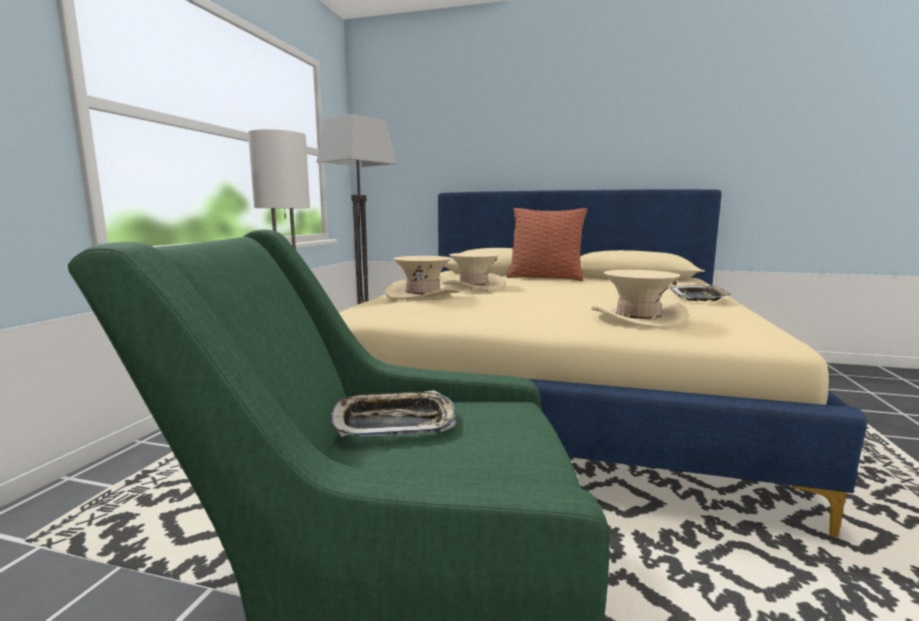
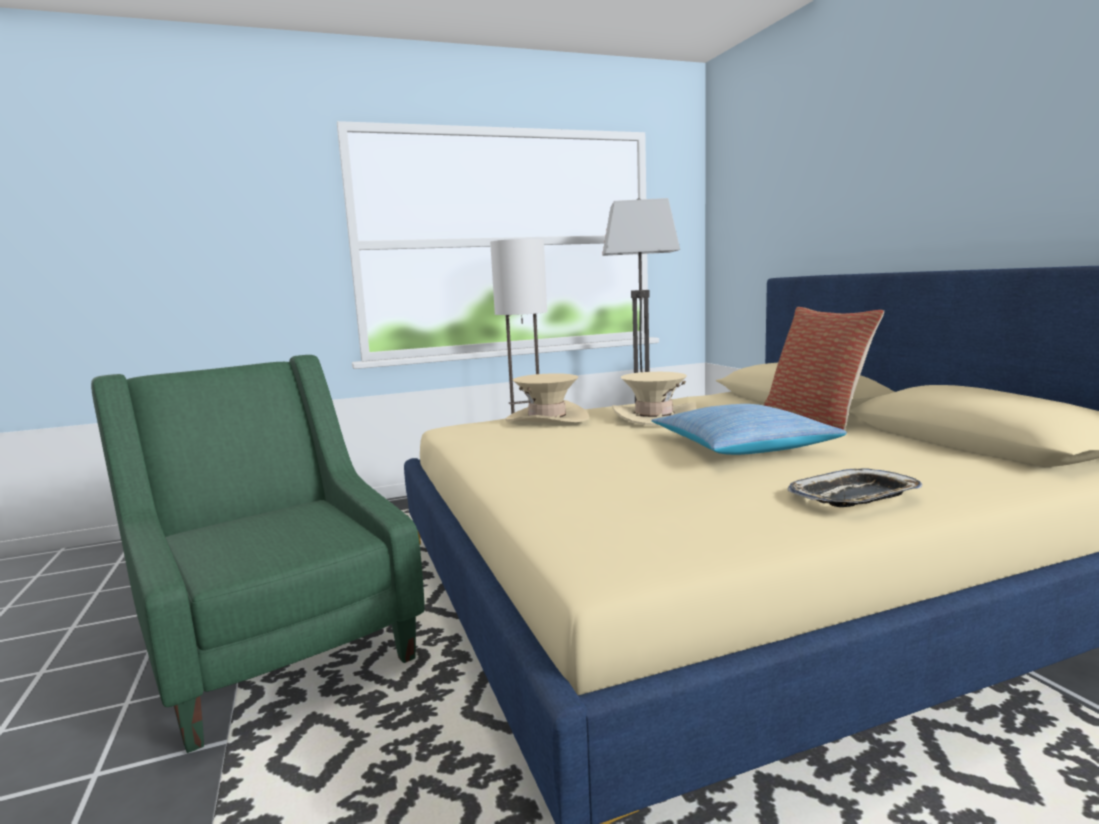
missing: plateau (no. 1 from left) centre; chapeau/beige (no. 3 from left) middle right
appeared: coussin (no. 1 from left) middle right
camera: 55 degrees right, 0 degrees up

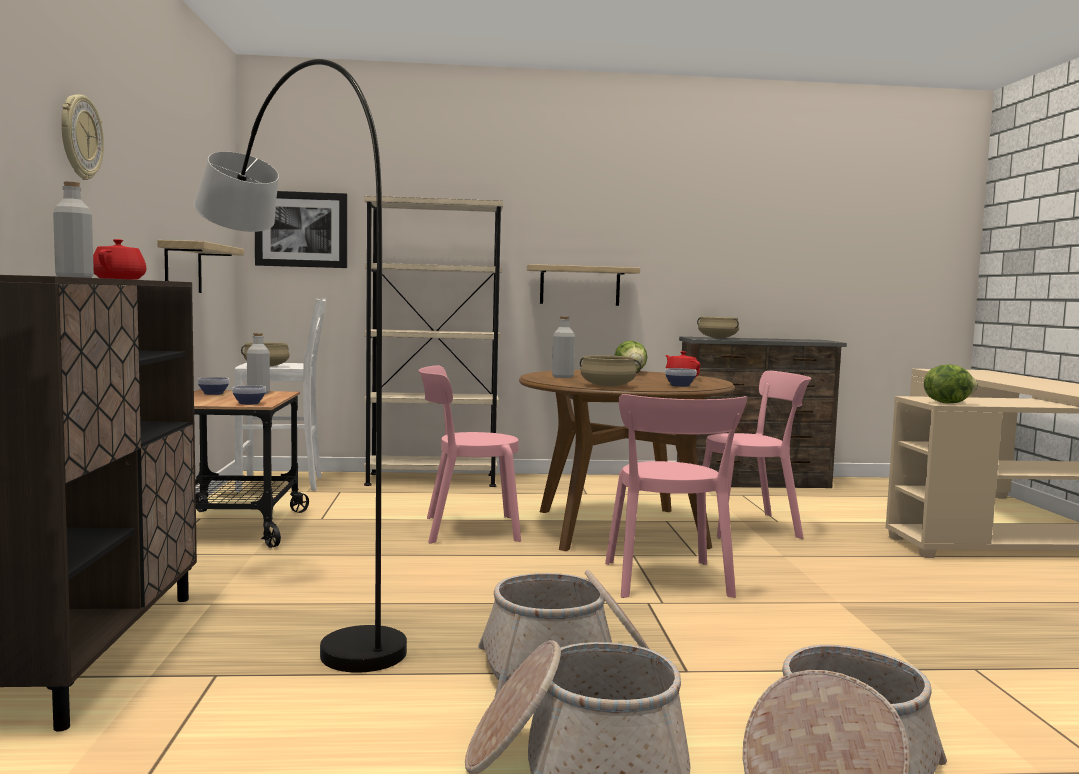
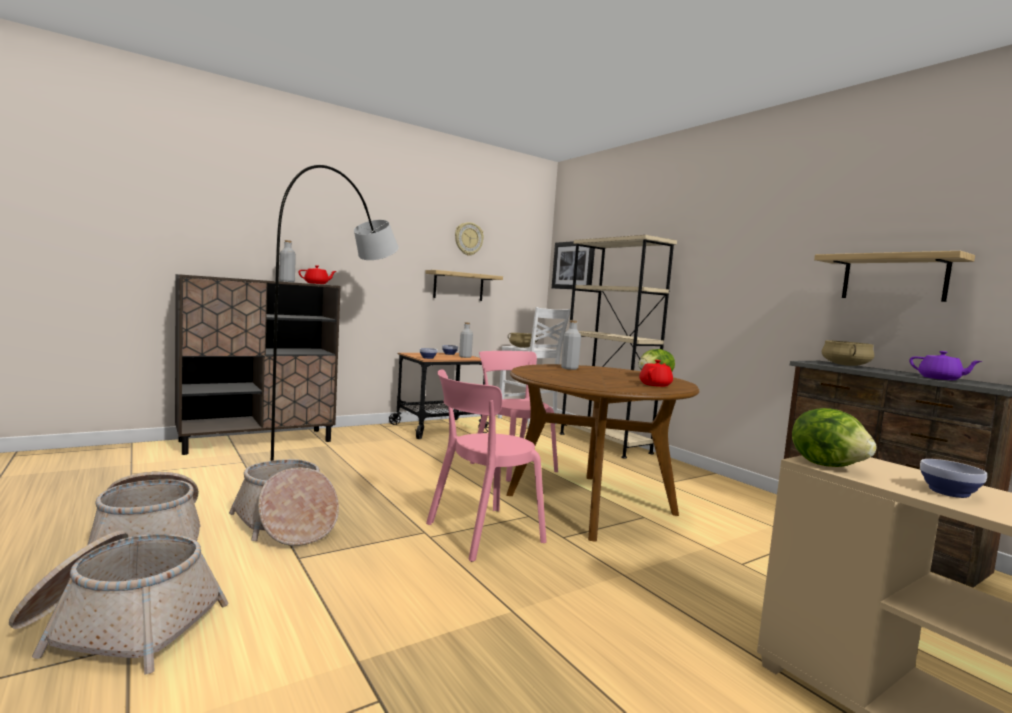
missing: marmite/beige (no. 2 from left) centre; chaise/rose (no. 3 from left) middle right
appeared: théière/violet middle right
relocated: horloge murale top left to centre; étagère (no. 2 from left) centre to middle right; bol (no. 3 from left) centre to bottom right
camera: 60 degrees right, 0 degrees up

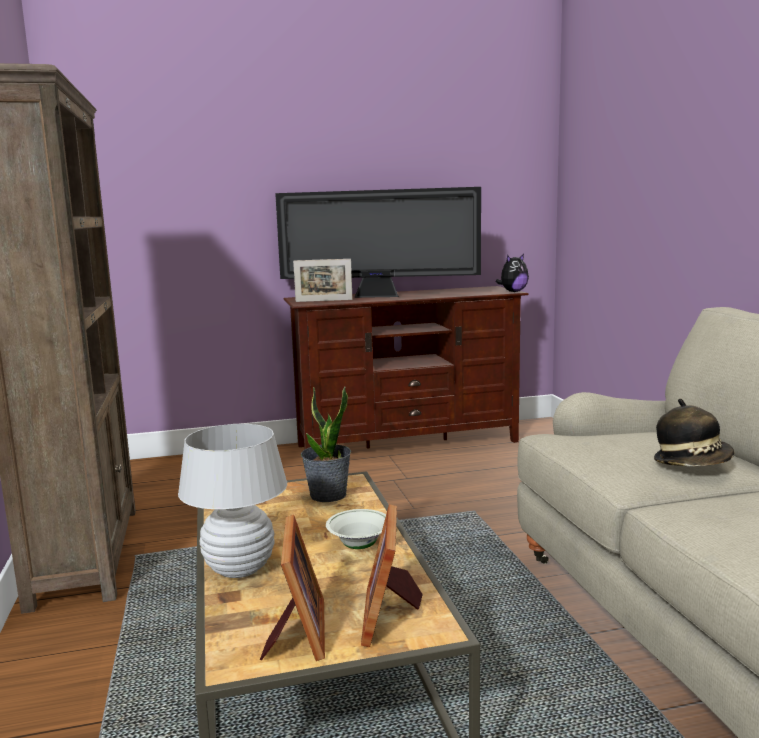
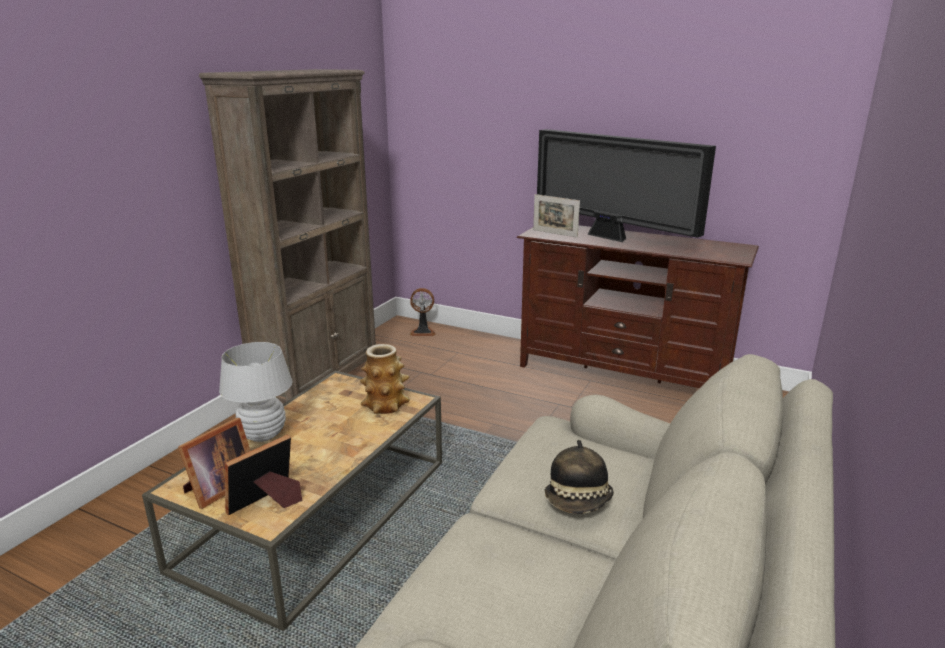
missing: bol/blanc bottom centre; peluche middle right
appeared: ventilateur centre
exchanged: plante en pot centre to vase centre
camera: 40 degrees right, 10 degrees up

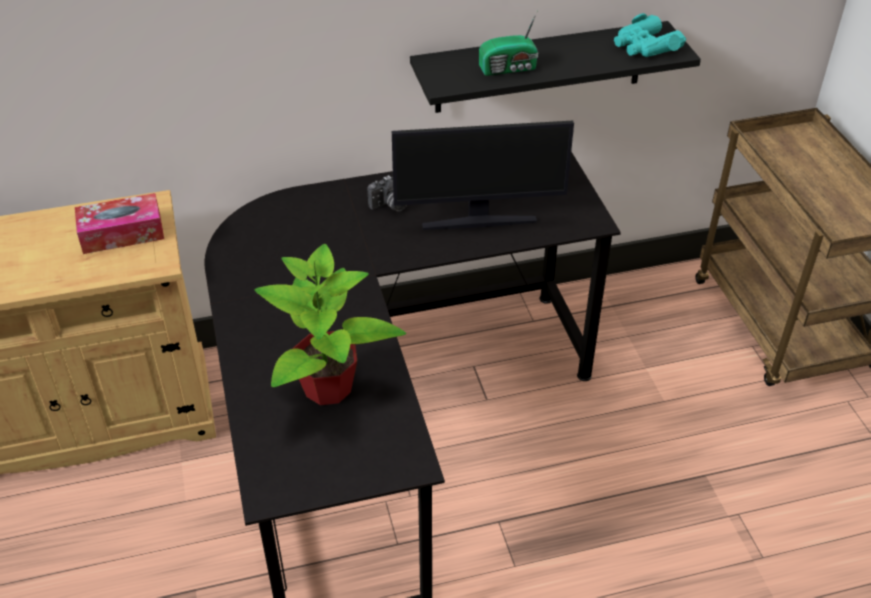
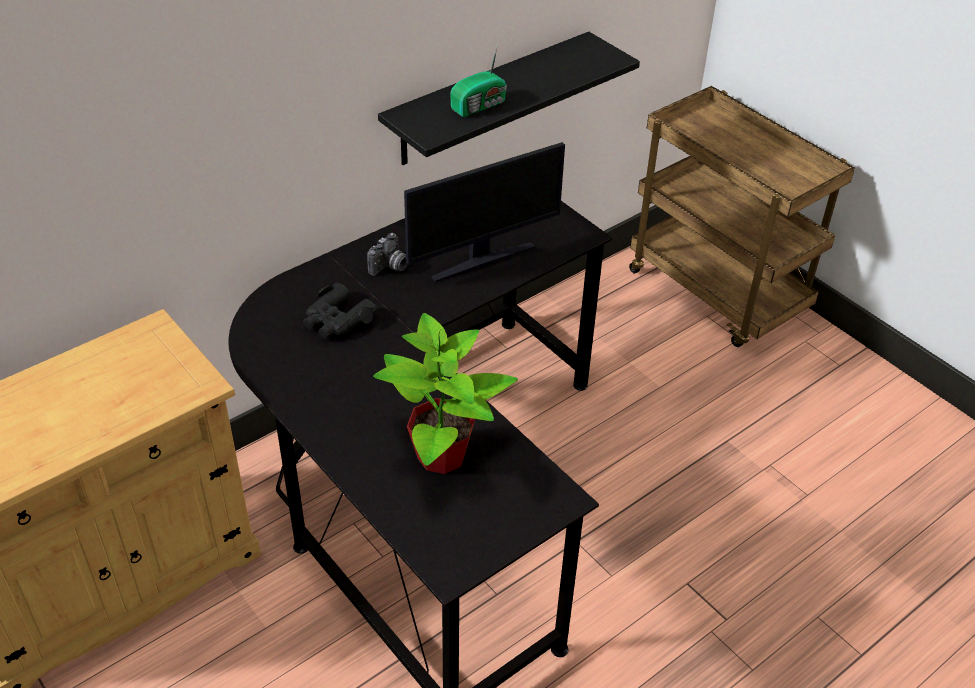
missing: boîte à mouchoirs middle left; jumelles/turquoise top right
appeared: jumelles/noir centre
camera: 25 degrees left, 0 degrees up

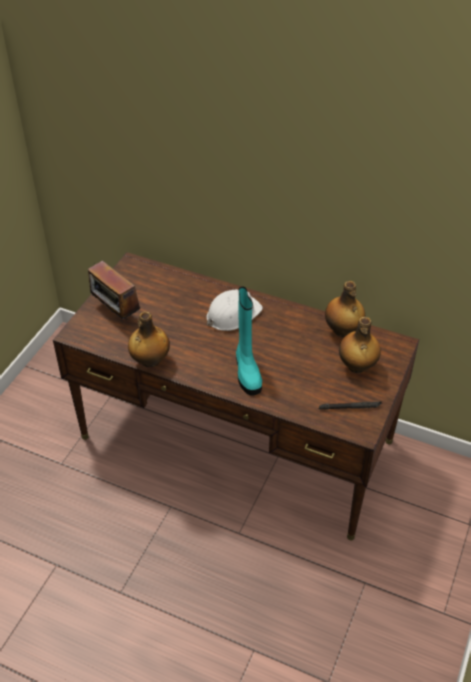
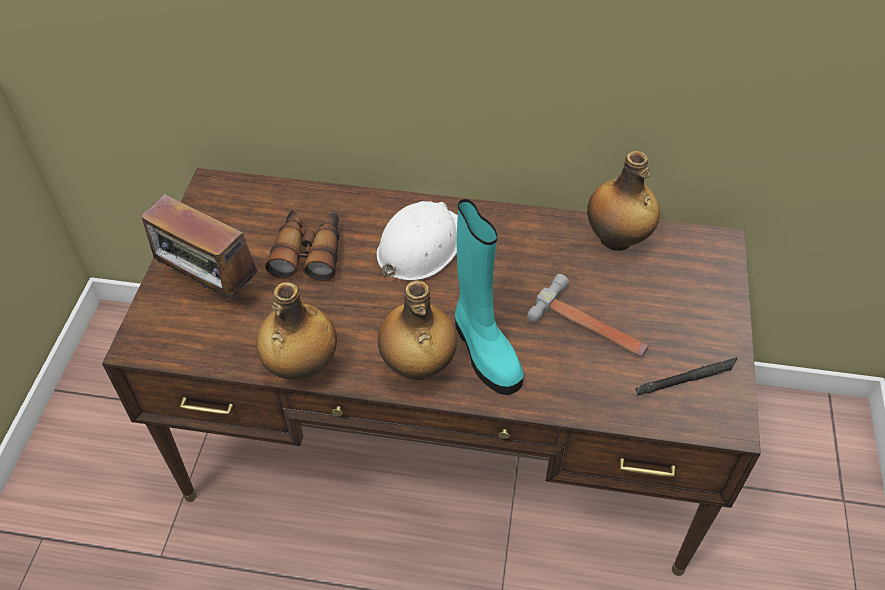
appeared: jumelles centre; marteau centre
relocated: bouteille (no. 3 from left in the first image) middle right to bouteille (no. 2 from left) centre
camera: 15 degrees left, 5 degrees up

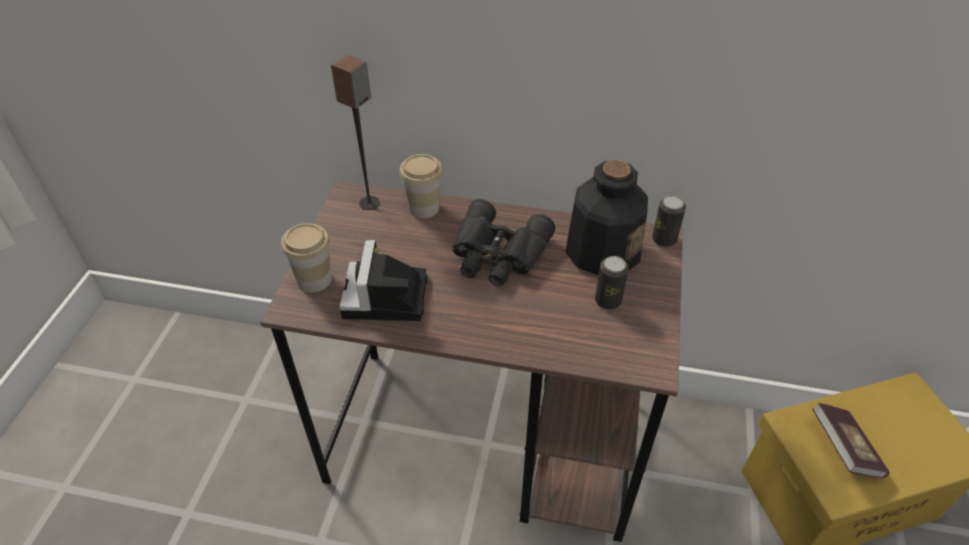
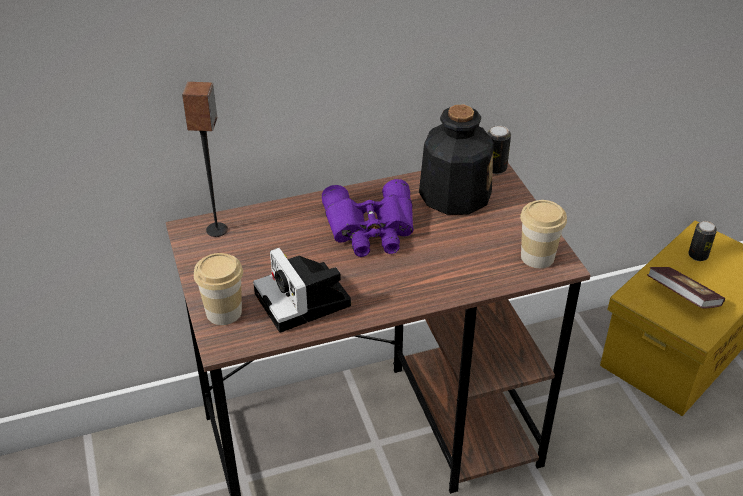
relocated: tasse (no. 2 from left) centre to middle right; boîte métallique (no. 1 from left in the first image) centre to boîte métallique (no. 2 from left) middle right
colour: jumelles/noir centre to jumelles/violet centre
camera: 30 degrees left, 5 degrees down

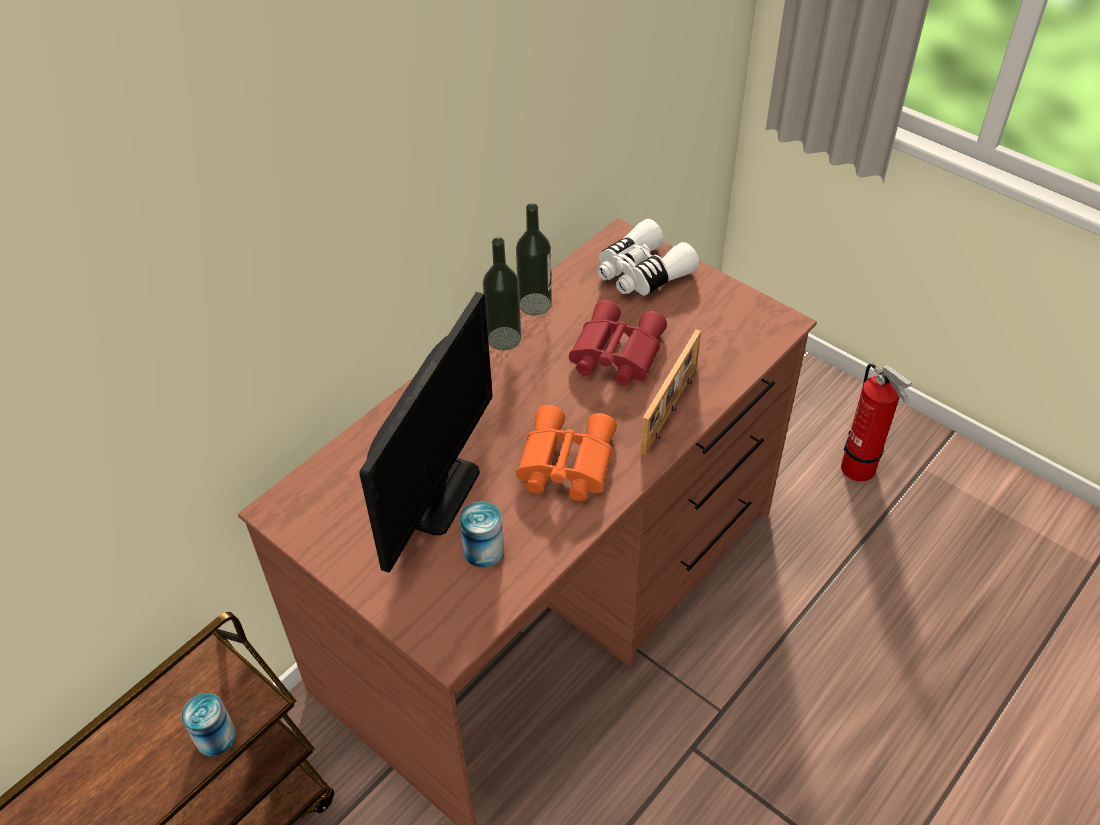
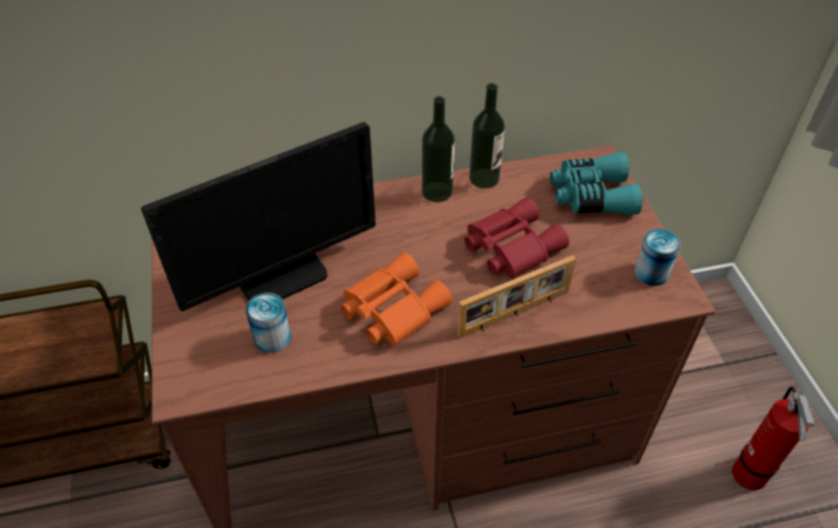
relocated: boîte métallique (no. 1 from left in the first image) bottom left to boîte métallique (no. 2 from left) middle right
colour: jumelles/blanc top centre to jumelles/turquoise middle right
camera: 35 degrees right, 0 degrees up

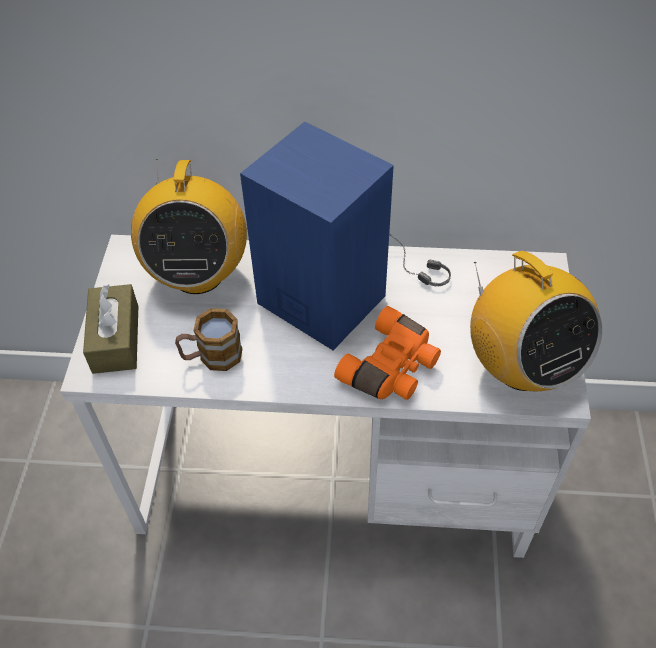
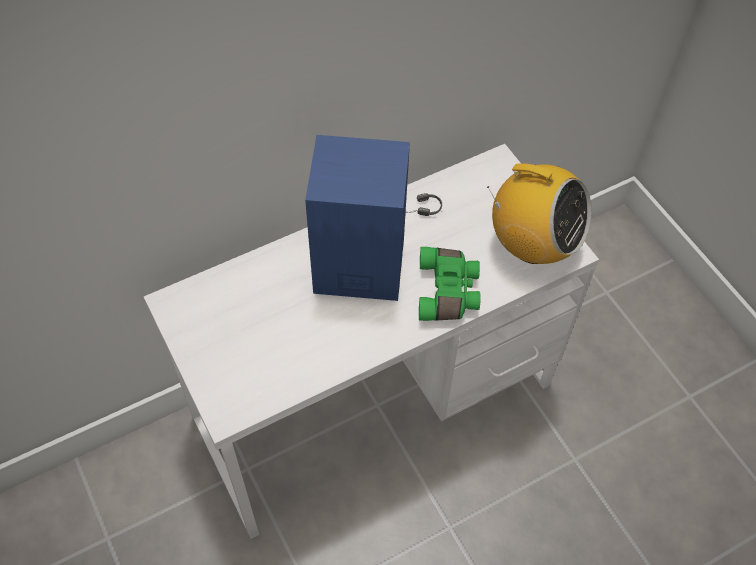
missing: boîte à mouchoirs/marron middle left; radio (no. 1 from left) middle left; mug middle left
colour: jumelles/orange centre to jumelles/vert centre
camera: 35 degrees left, 5 degrees up

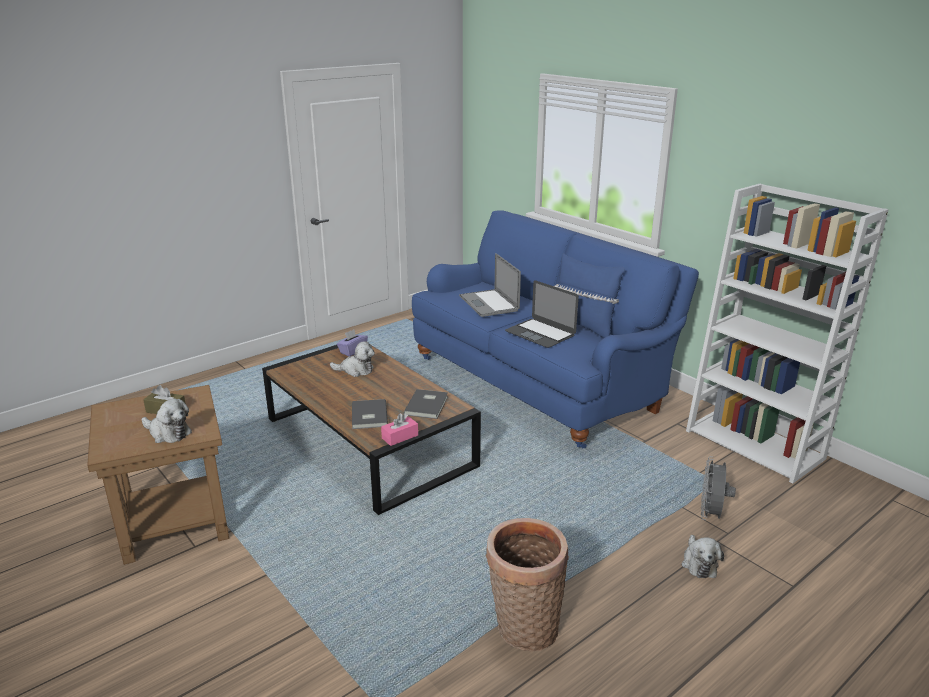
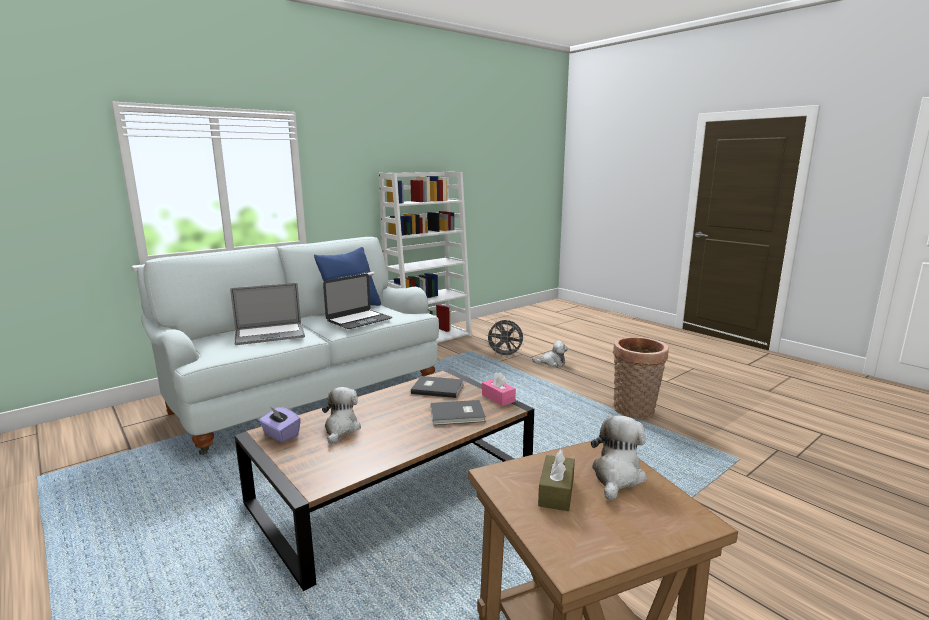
colour: canapé/bleu centre to canapé/blanc middle left
camera: 90 degrees left, 10 degrees down

